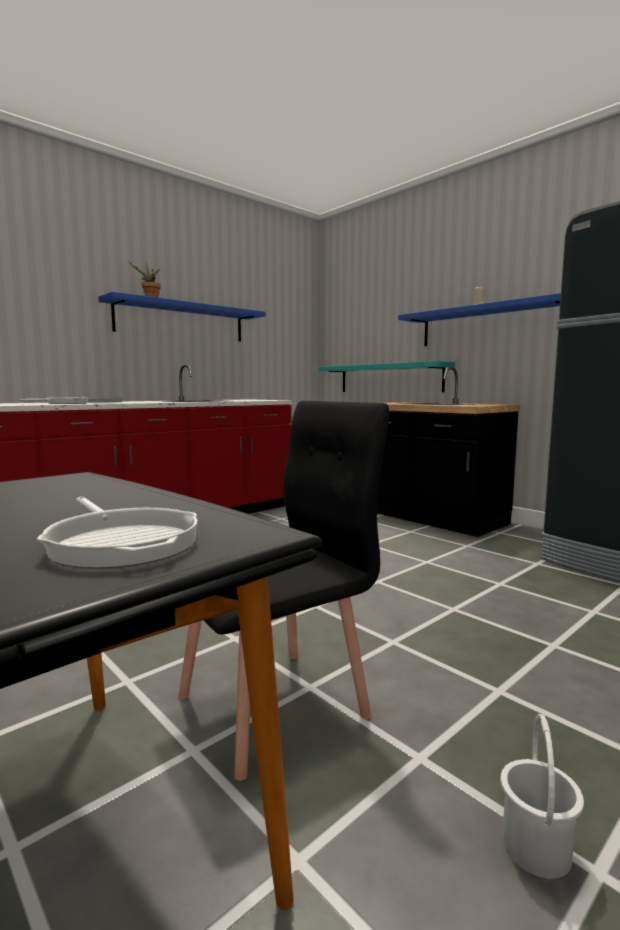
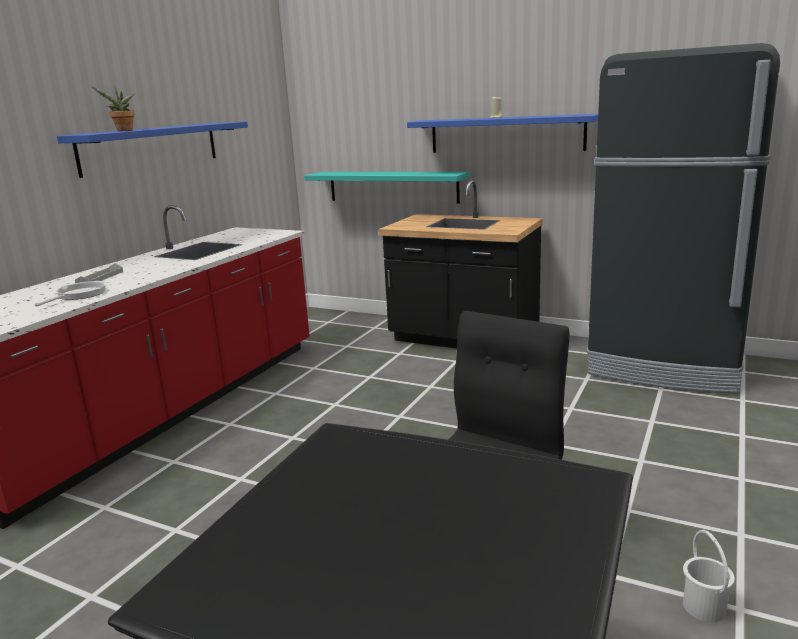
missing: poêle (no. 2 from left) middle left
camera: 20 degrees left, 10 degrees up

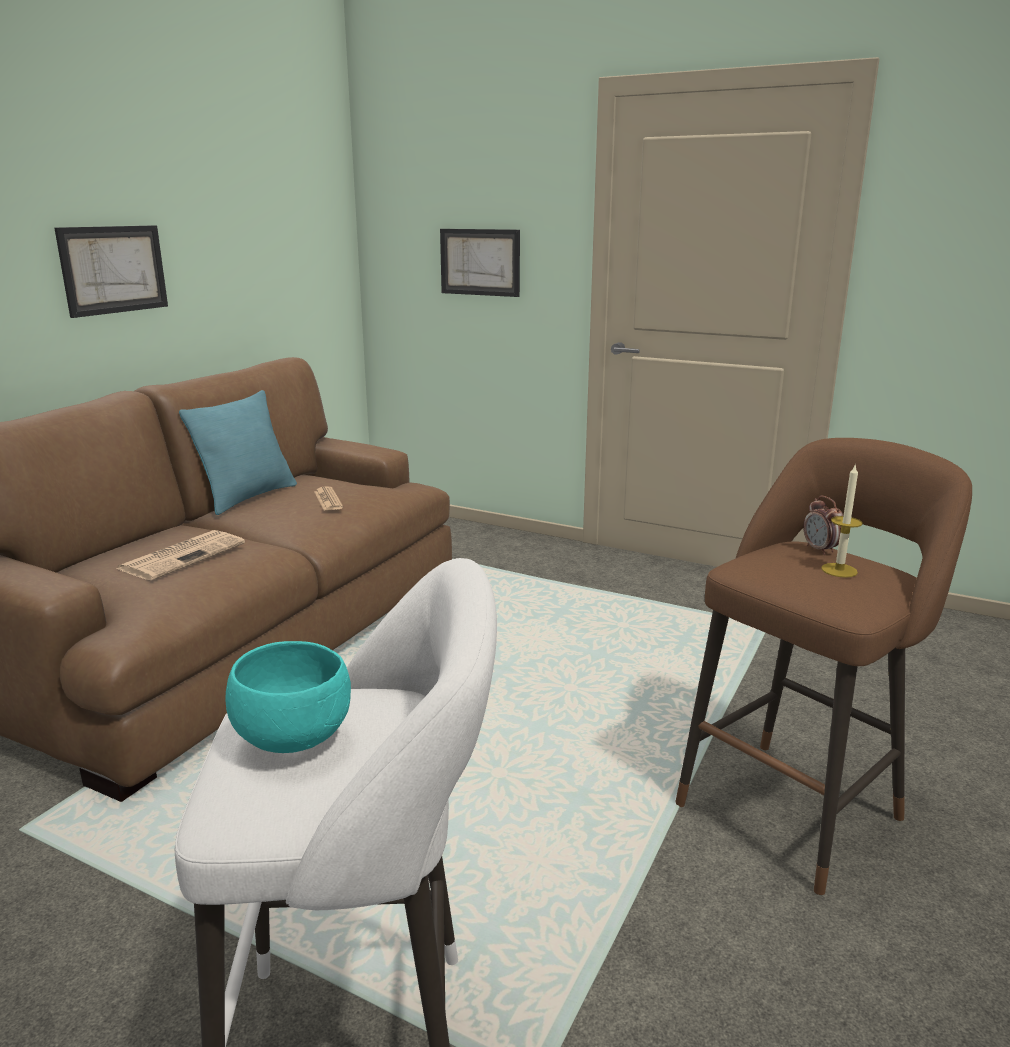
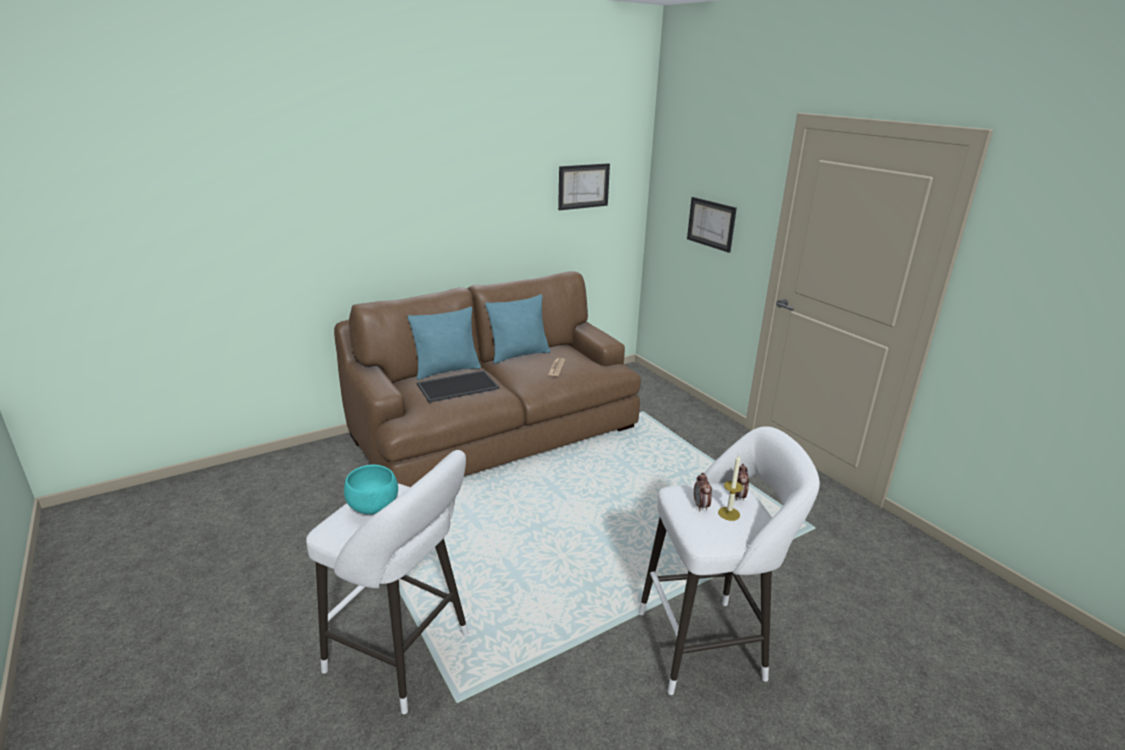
appeared: coussin/turquoise (no. 1 from left) centre; réveil (no. 1 from left) centre
relocated: tableau (no. 1 from left) top left to top centre
exchanged: journal (no. 1 from left) middle left to plateau centre
colour: tabouret/marron middle right to tabouret/blanc (no. 2 from left) bottom centre
camera: 30 degrees right, 5 degrees up

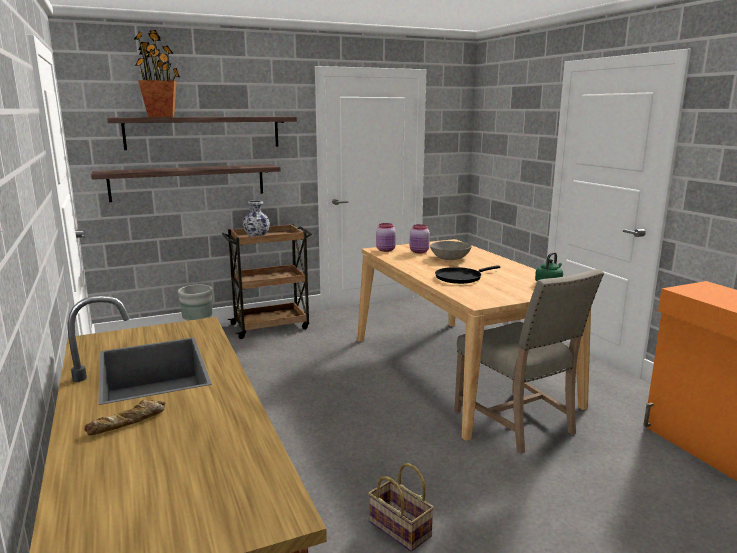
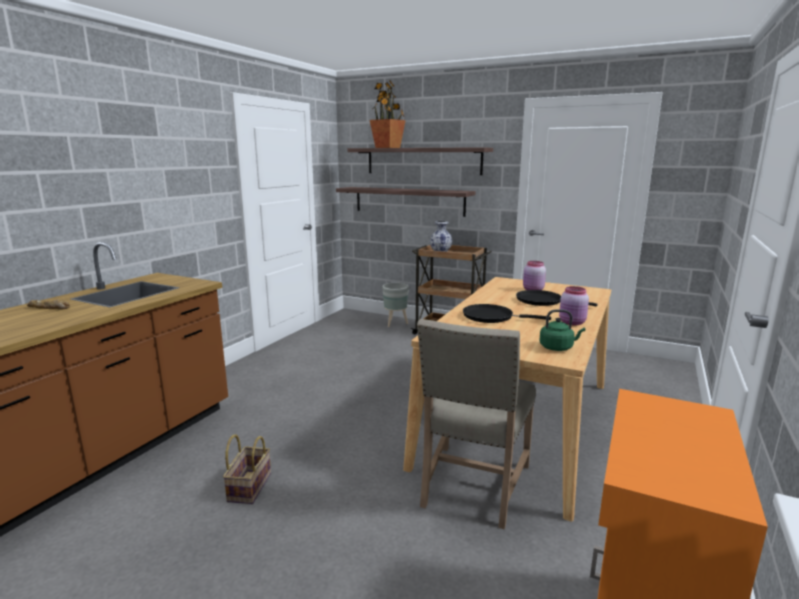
relocated: bocal/rose (no. 1 from left in the first image) centre to bocal/rose (no. 2 from left) middle right
exchanged: bol/gris centre to poêle/noir (no. 2 from left) middle right
camera: 50 degrees right, 0 degrees up

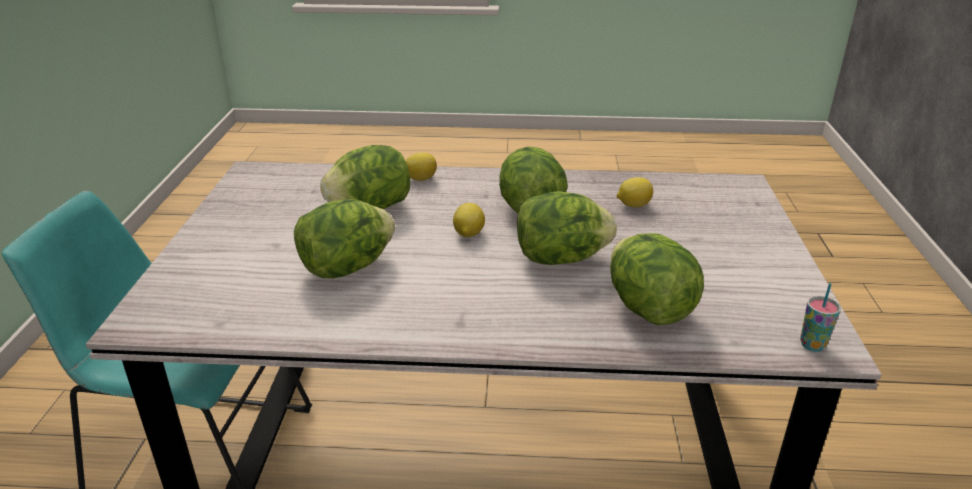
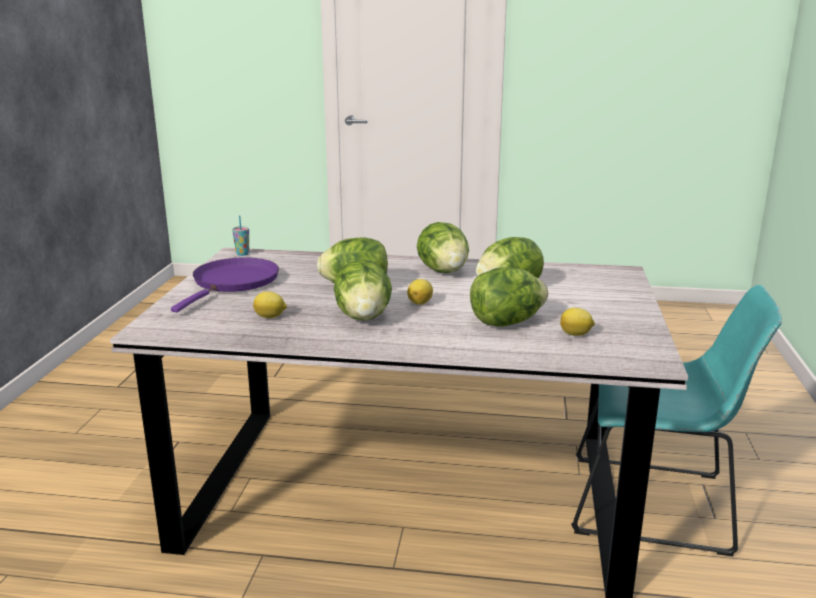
appeared: poêle/violet middle left
relocated: citron (no. 1 from left in the first image) centre to citron (no. 3 from left) middle right; laitue (no. 5 from left in the first image) middle right to laitue (no. 3 from left) centre
camera: 175 degrees left, 10 degrees down

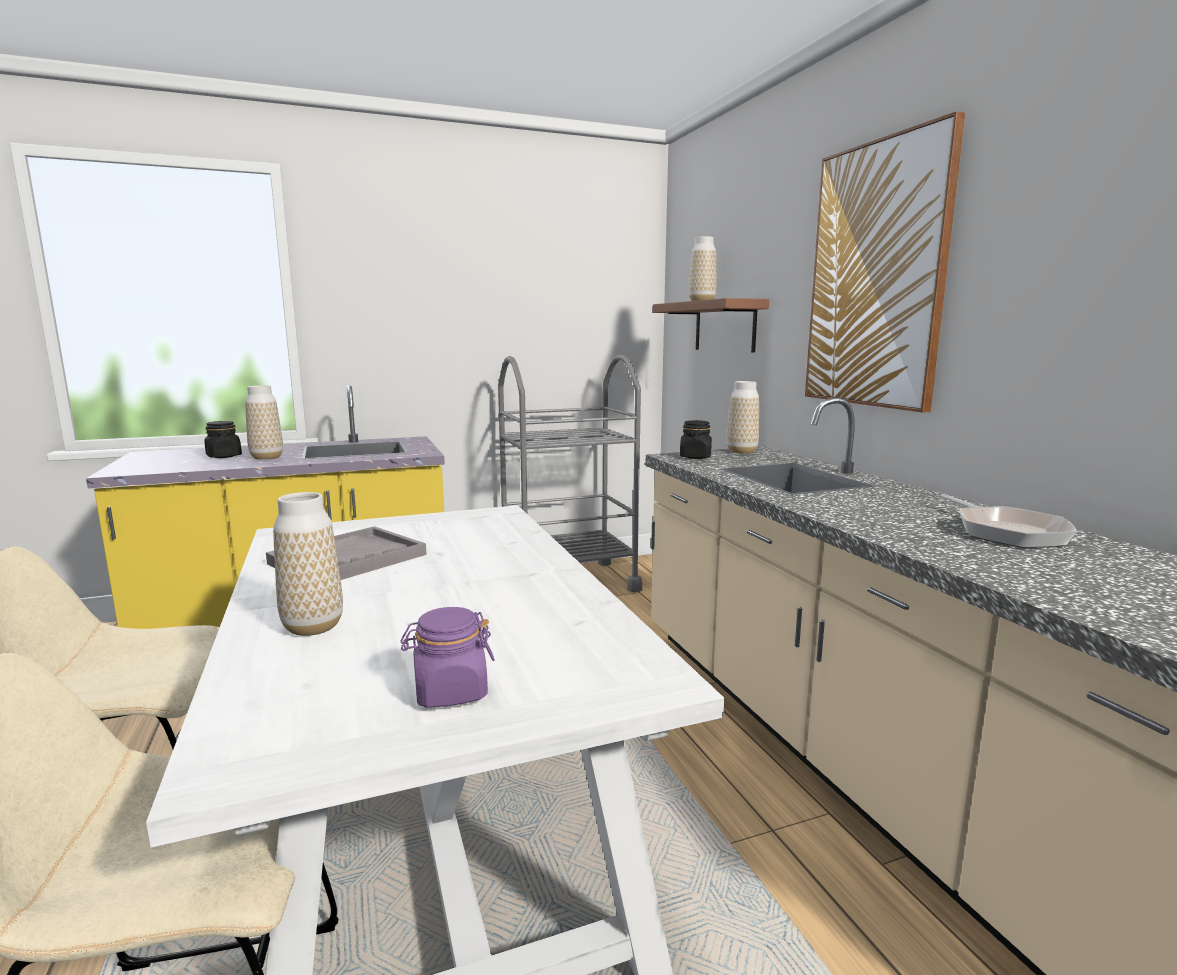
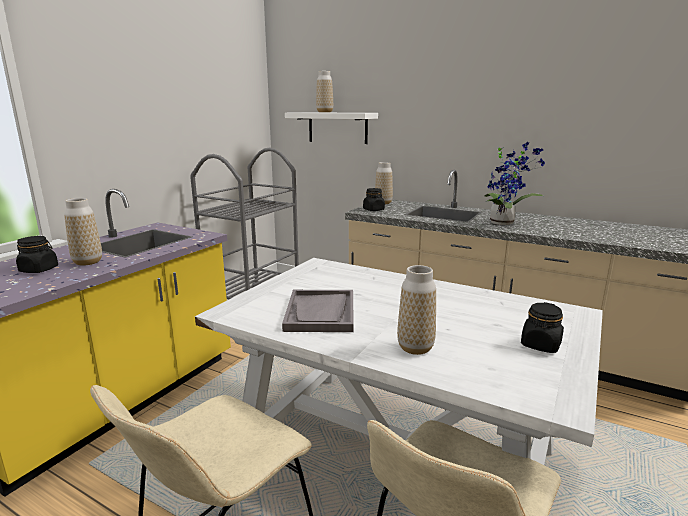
missing: tableau top right; poêle middle right
appeared: plante en pot middle right
colour: bocal/violet bottom centre to bocal/noir (no. 3 from left) middle right; étagère/marron centre to étagère/blanc top centre
camera: 40 degrees left, 5 degrees up

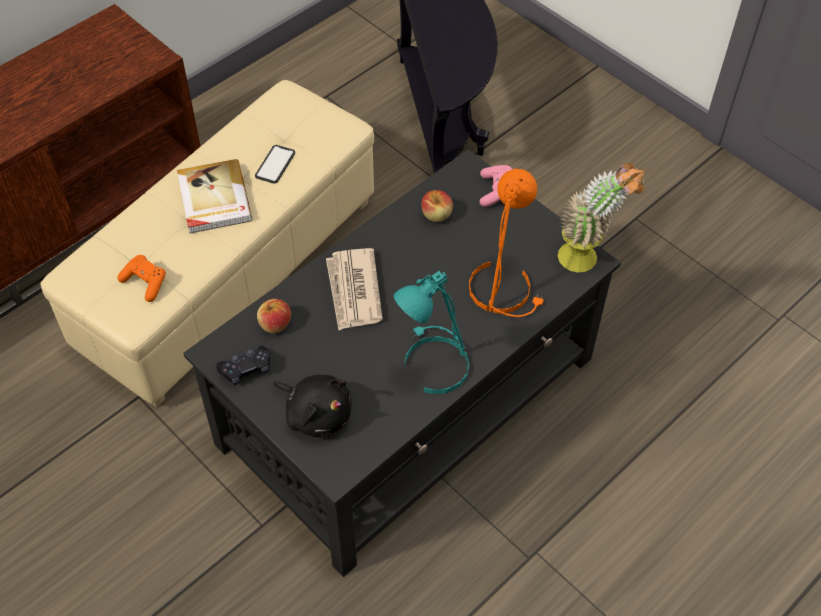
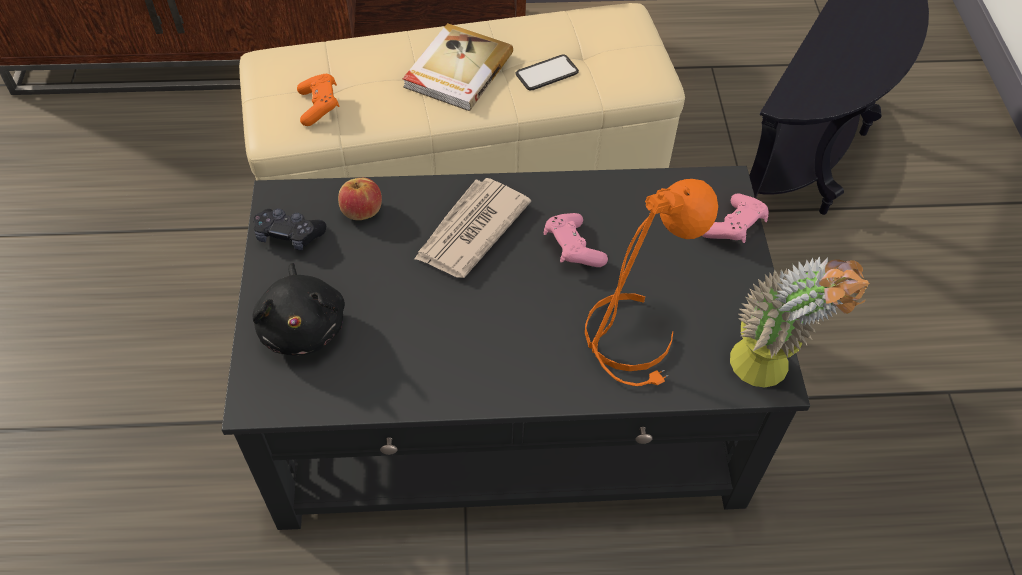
missing: lampe de table/turquoise centre; pomme (no. 2 from left) centre
appeared: manette/rose (no. 1 from left) centre
camera: 40 degrees right, 0 degrees up

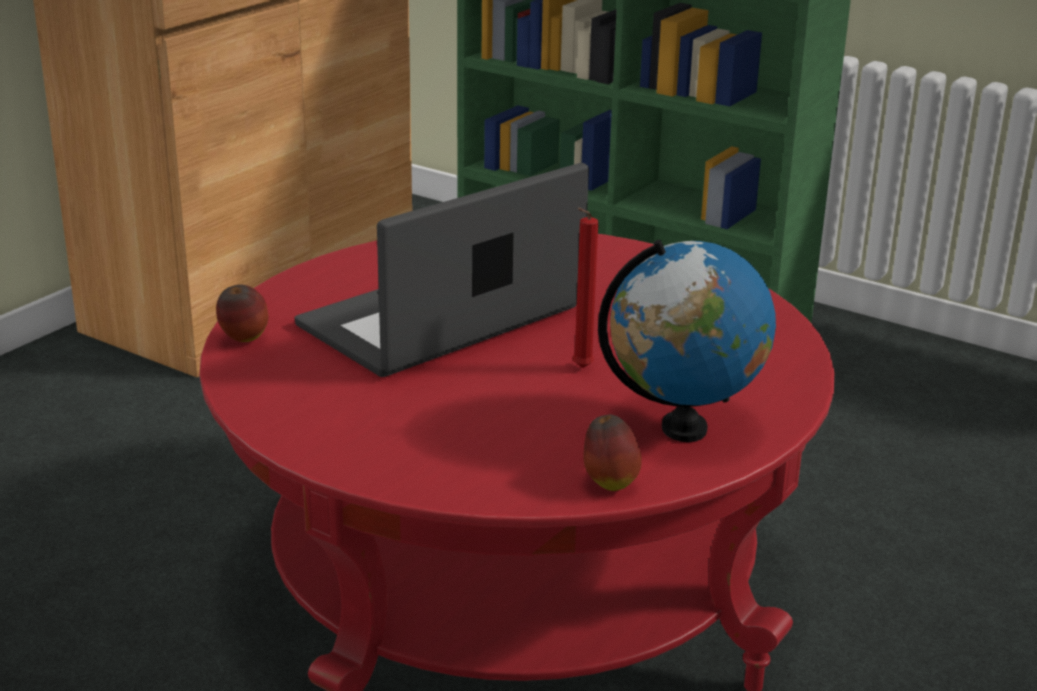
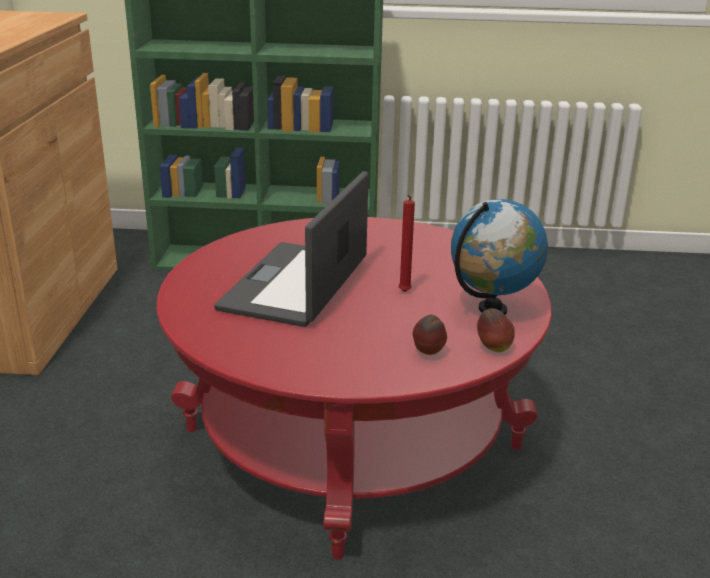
relocated: pomme (no. 1 from left) middle left to centre
camera: 30 degrees left, 0 degrees up

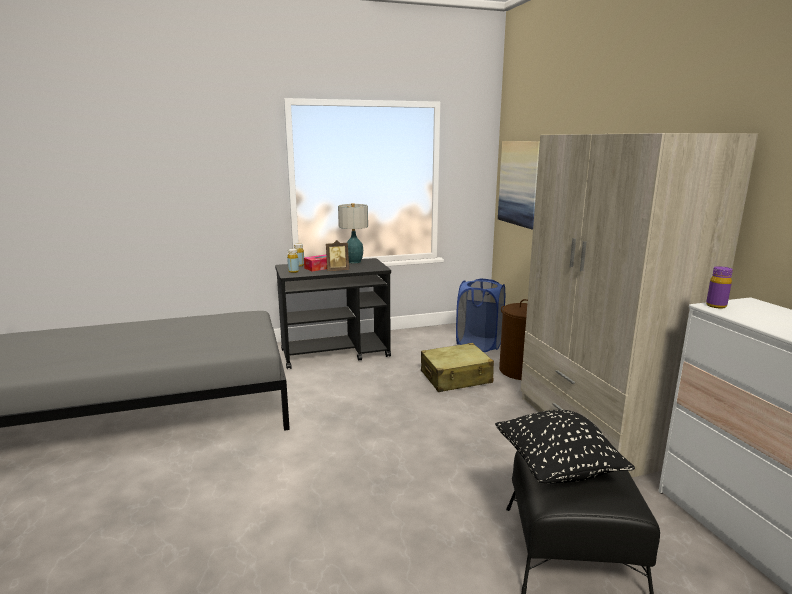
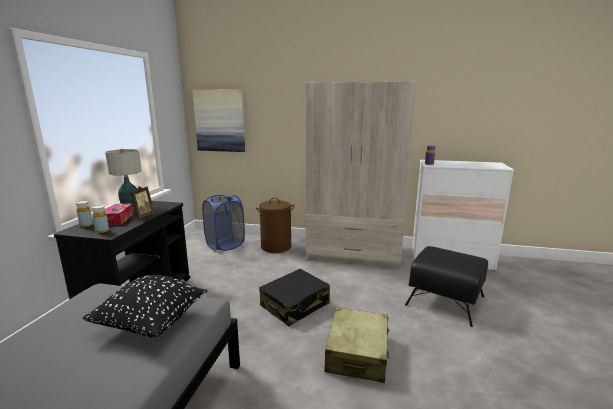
appeared: valise/noir bottom centre
relocated: valise/beige centre to bottom centre; coussin/noir bottom right to bottom left
camera: 60 degrees left, 0 degrees up

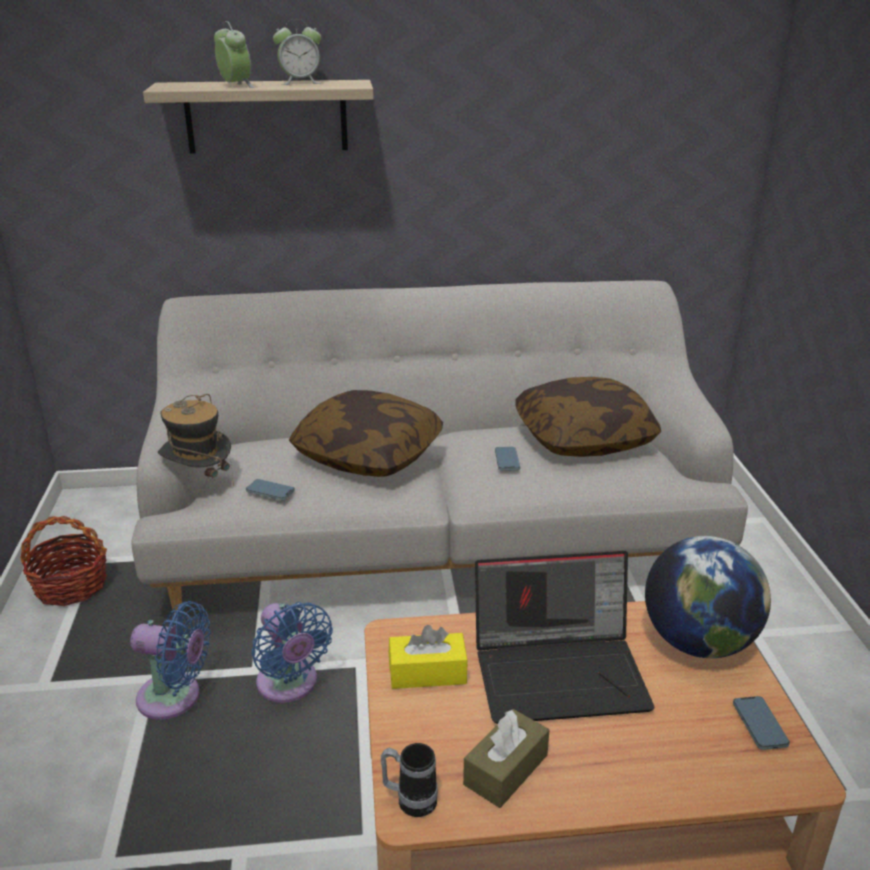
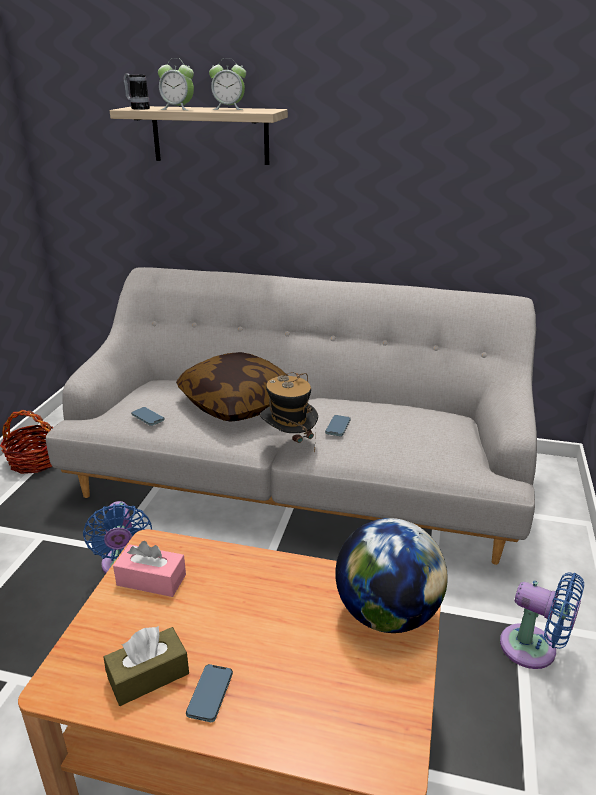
missing: ordinateur portable bottom centre; coussin (no. 2 from left) middle right
relocated: ventilateur/bleu (no. 1 from left in the first image) bottom left to ventilateur/bleu (no. 2 from left) bottom right; chapeau middle left to centre; mug bottom centre to top left; téléphone (no. 3 from left in the first image) bottom right to téléphone (no. 2 from left) bottom centre
colour: boîte à mouchoirs/jaune bottom centre to boîte à mouchoirs/rose bottom left
spun: réveil (no. 1 from left) top left = top left 120 degrees clockwise
camera: 20 degrees right, 0 degrees up

